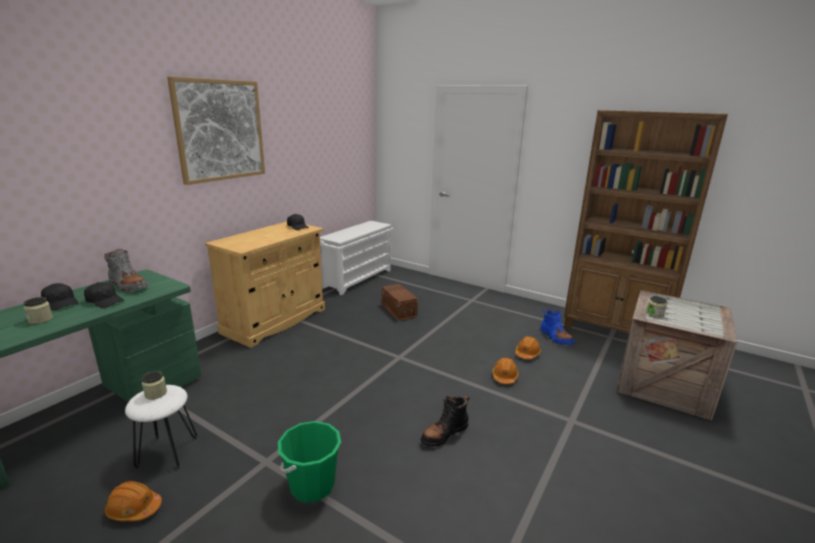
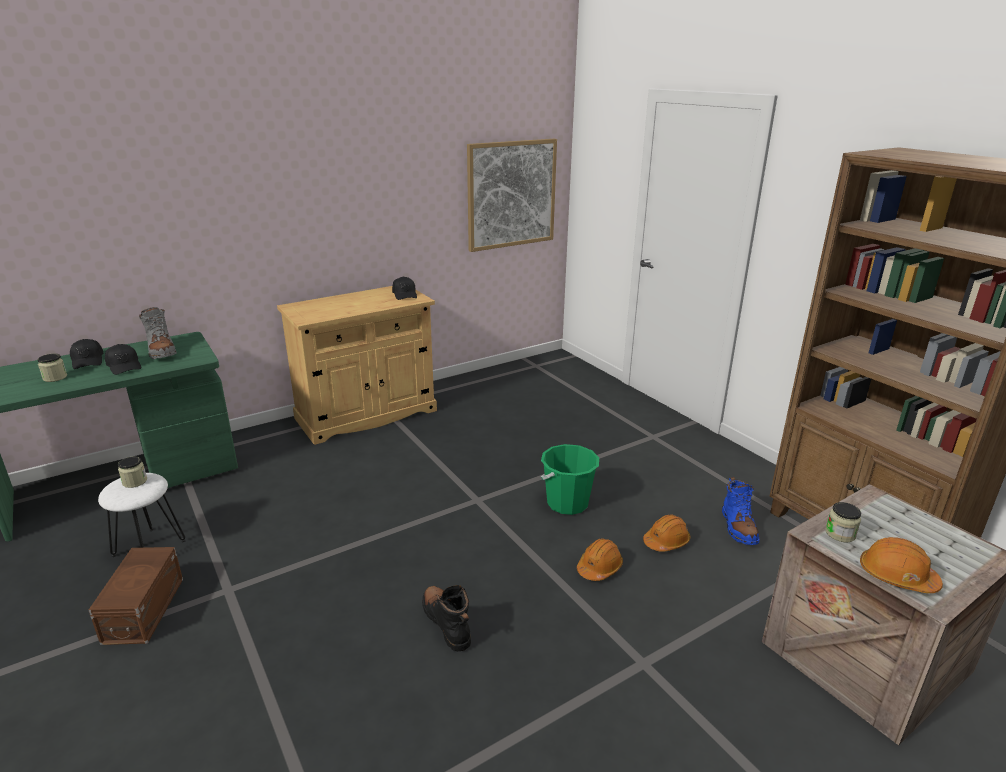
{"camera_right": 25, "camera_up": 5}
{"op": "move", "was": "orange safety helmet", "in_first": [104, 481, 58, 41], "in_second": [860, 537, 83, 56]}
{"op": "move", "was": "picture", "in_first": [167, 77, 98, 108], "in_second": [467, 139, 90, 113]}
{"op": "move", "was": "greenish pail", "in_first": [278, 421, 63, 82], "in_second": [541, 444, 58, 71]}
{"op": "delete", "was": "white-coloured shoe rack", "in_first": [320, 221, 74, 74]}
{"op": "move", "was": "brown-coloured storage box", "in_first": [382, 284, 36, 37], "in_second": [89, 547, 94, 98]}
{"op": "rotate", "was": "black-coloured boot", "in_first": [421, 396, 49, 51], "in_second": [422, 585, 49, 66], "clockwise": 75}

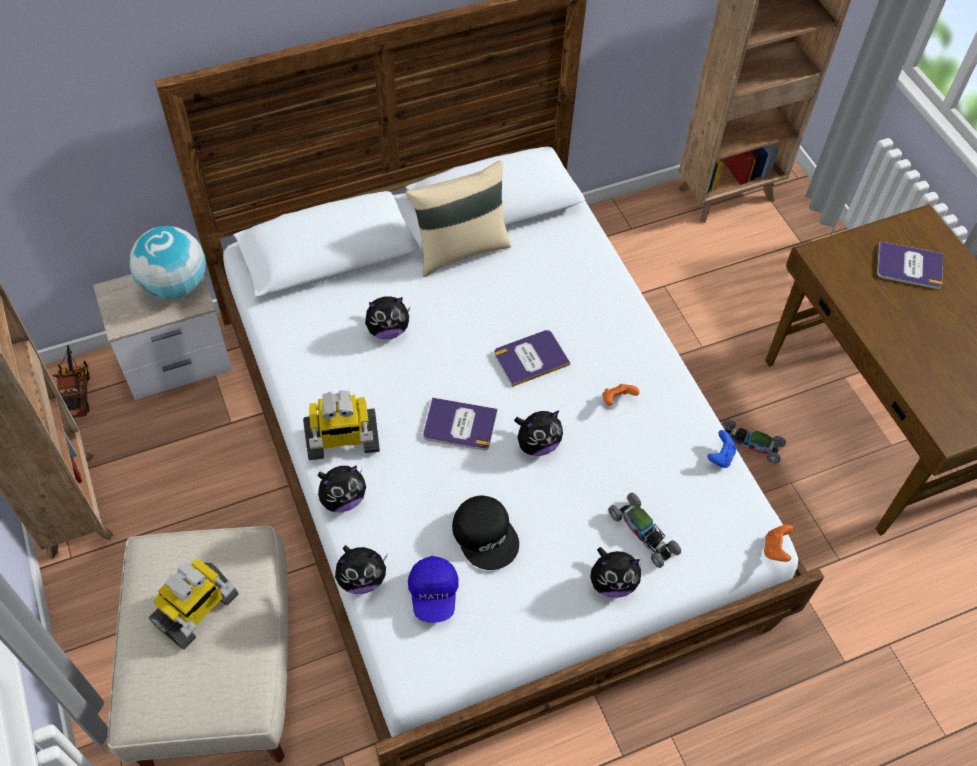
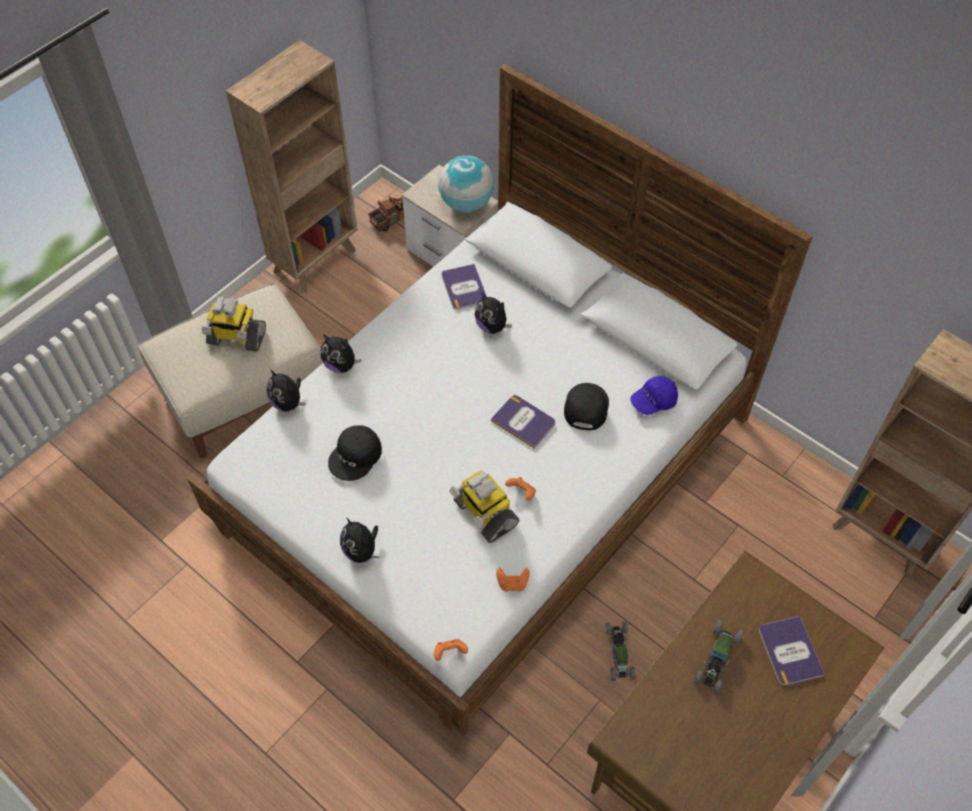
{"camera_right": 65, "camera_up": 0}
{"op": "move", "was": "robot figure", "in_first": [303, 391, 77, 69], "in_second": [449, 470, 70, 73]}
{"op": "delete", "was": "beige cushion", "in_first": [405, 161, 106, 116]}
{"op": "move", "was": "bluish cap", "in_first": [408, 556, 51, 67], "in_second": [630, 376, 48, 39]}
{"op": "move", "was": "bound book", "in_first": [423, 397, 74, 53], "in_second": [442, 264, 45, 46]}
{"op": "delete", "was": "plush toy", "in_first": [514, 411, 49, 45]}
{"op": "move", "was": "model car", "in_first": [608, 492, 73, 76], "in_second": [694, 620, 50, 73]}
{"op": "recolor", "was": "bluish joypad", "now": "orange joypad", "in_first": [707, 430, 30, 38], "in_second": [496, 568, 34, 24]}
{"op": "insert", "now": "black-coloured cap", "in_second": [564, 383, 45, 47]}

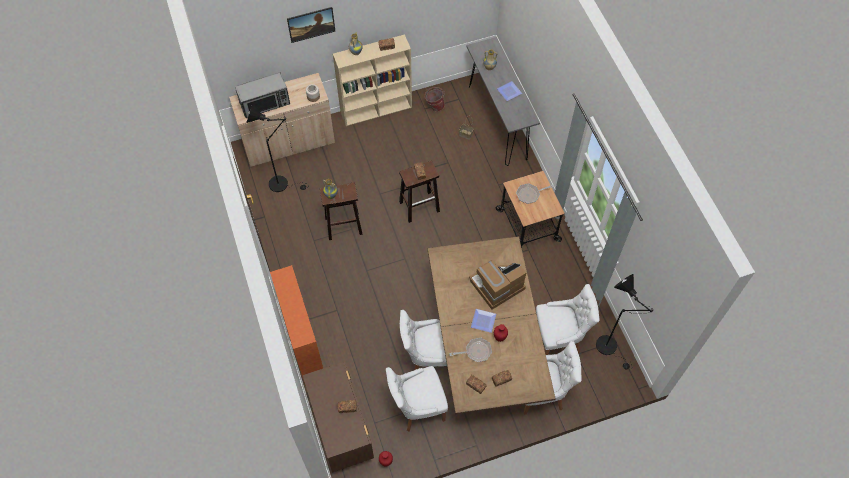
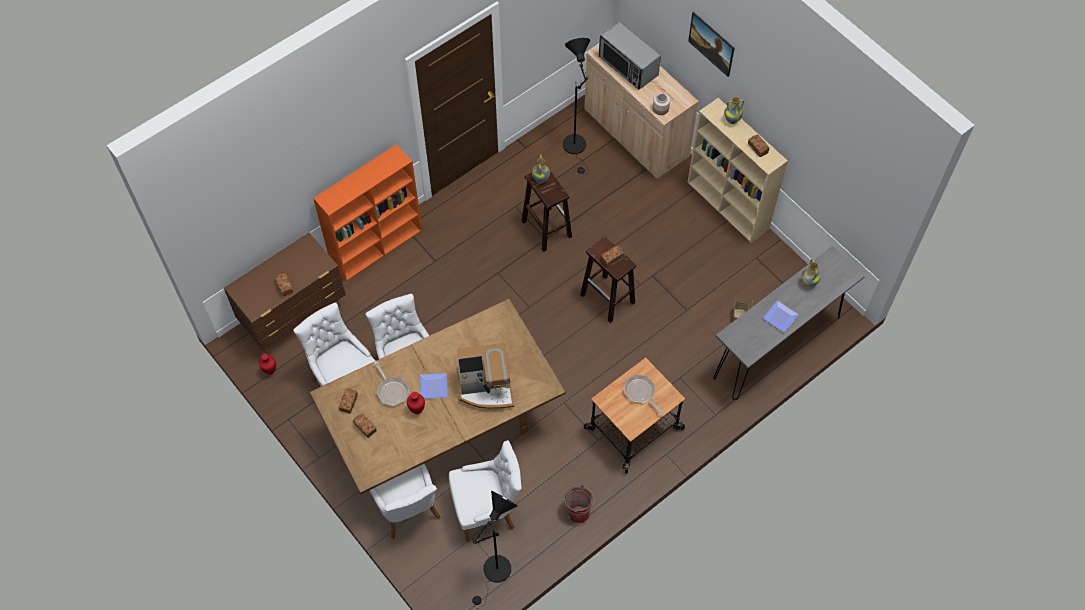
{"camera_right": 70, "camera_up": 0}
{"op": "move", "was": "pail", "in_first": [424, 87, 21, 25], "in_second": [564, 485, 31, 38]}
{"op": "rotate", "was": "coffee maker", "in_first": [469, 260, 57, 50], "in_second": [456, 343, 58, 66], "clockwise": 135}
{"op": "rotate", "was": "white-coloured plain chair", "in_first": [536, 284, 64, 71], "in_second": [449, 441, 73, 101], "clockwise": -75}

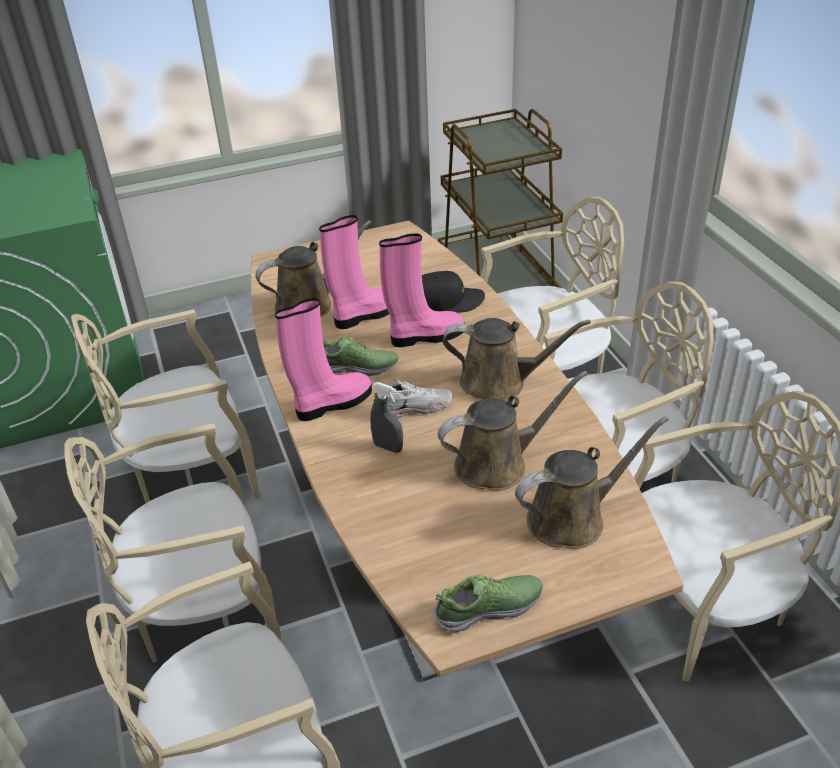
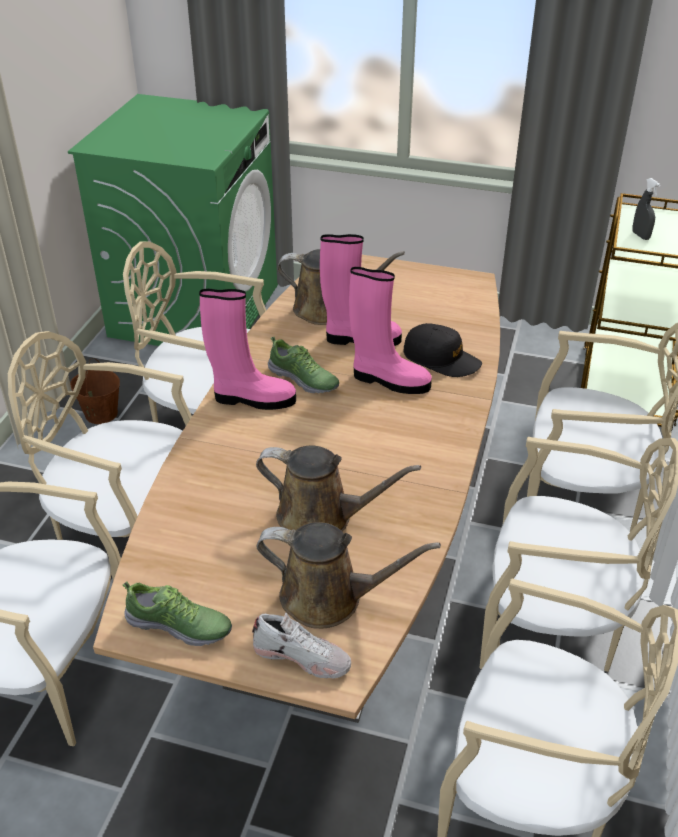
{"camera_right": 35, "camera_up": 0}
{"op": "move", "was": "greyish spray bottle", "in_first": [370, 382, 33, 71], "in_second": [632, 178, 28, 62]}
{"op": "move", "was": "white-coloured item of footwear", "in_first": [374, 378, 78, 41], "in_second": [252, 613, 99, 66]}
{"op": "delete", "was": "brown-coloured sprinkling can", "in_first": [443, 318, 148, 83]}
{"op": "insert", "now": "brown-coloured pail", "in_second": [70, 358, 50, 66]}

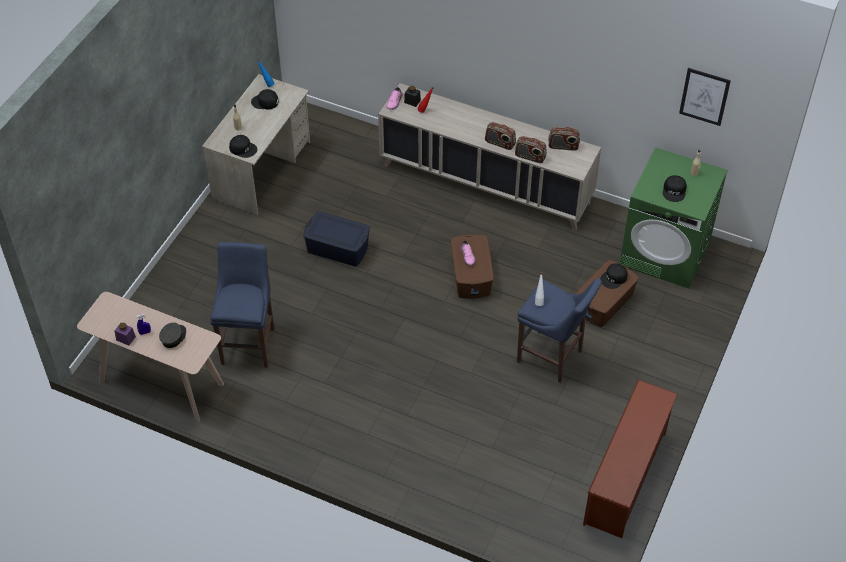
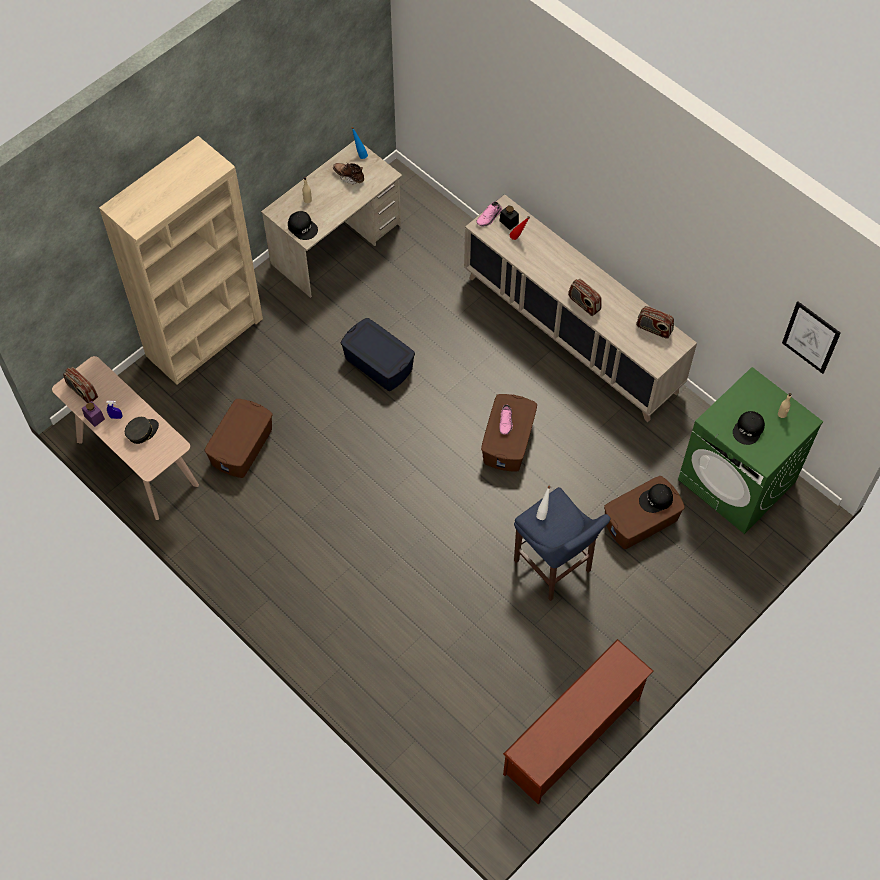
{"camera_right": 20, "camera_up": 10}
{"op": "replace", "was": "bluish stool", "now": "brown-coloured storage box", "in_first": [210, 242, 65, 126], "in_second": [205, 399, 67, 79]}
{"op": "replace", "was": "black-coloured cap", "now": "brown-coloured boot", "in_first": [251, 89, 28, 21], "in_second": [333, 163, 31, 22]}
{"op": "move", "was": "radio", "in_first": [515, 136, 32, 27], "in_second": [63, 367, 35, 36]}
{"op": "insert", "now": "beige shelving unit", "in_second": [99, 136, 164, 249]}

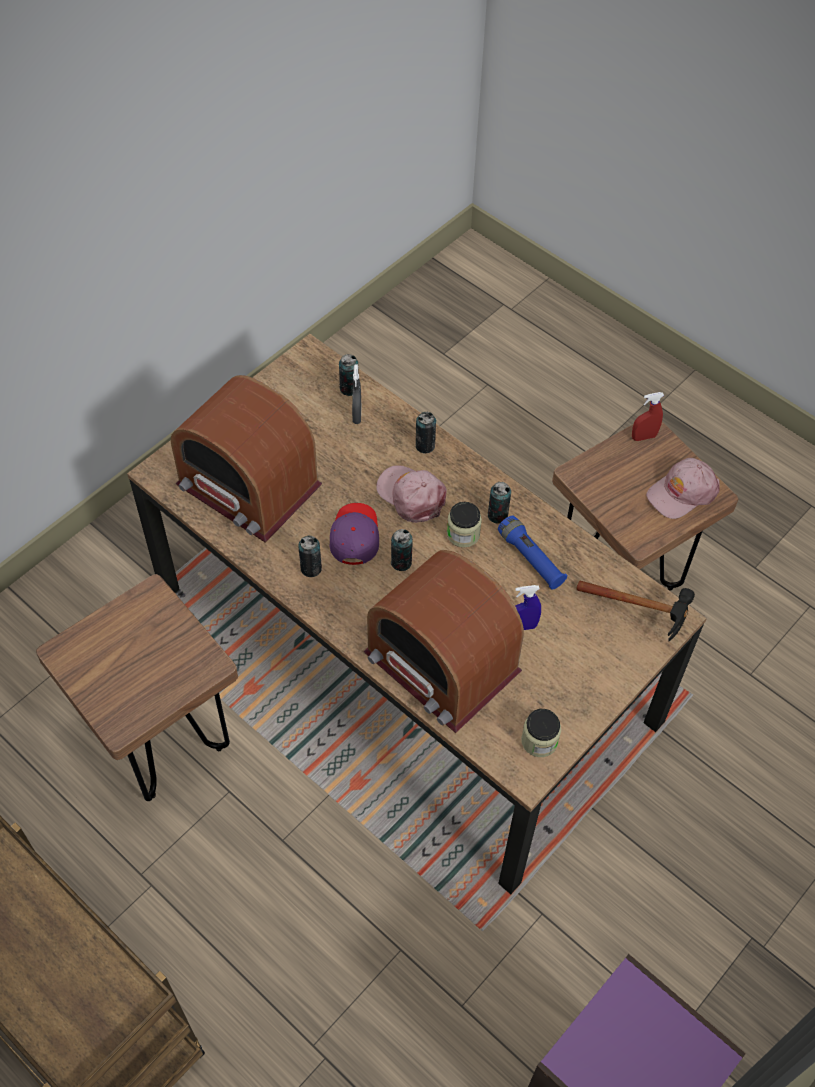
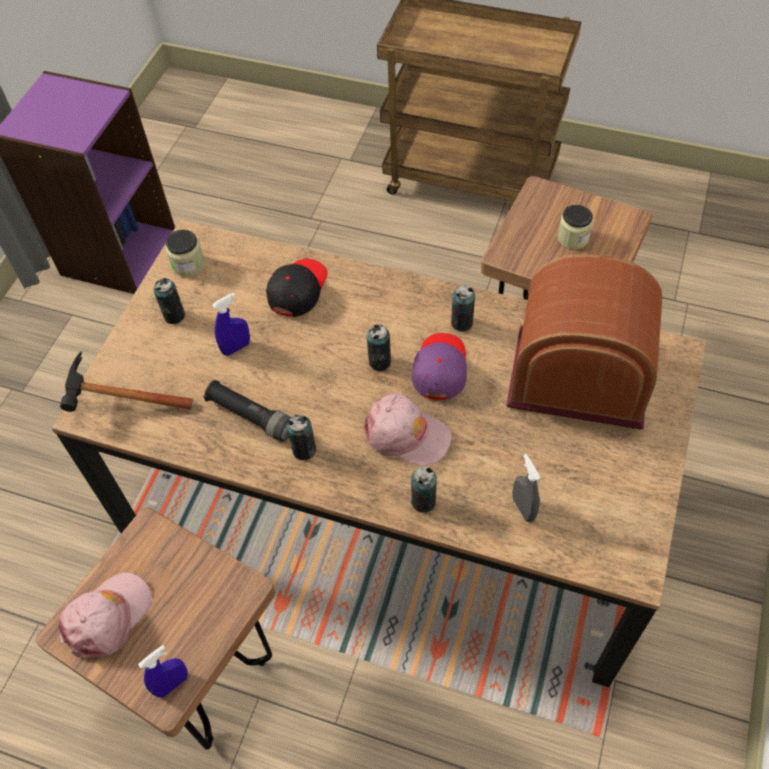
{"camera_right": 160, "camera_up": 0}
{"op": "rotate", "was": "purple cap", "in_first": [330, 503, 49, 62], "in_second": [412, 333, 55, 67], "clockwise": -150}
{"op": "move", "was": "metal can", "in_first": [339, 354, 19, 42], "in_second": [154, 278, 31, 46]}
{"op": "replace", "was": "radio", "now": "black-coloured cap", "in_first": [364, 550, 160, 183], "in_second": [266, 259, 62, 58]}
{"op": "move", "was": "preserve jar", "in_first": [447, 502, 35, 45], "in_second": [558, 205, 35, 44]}
{"op": "recolor", "was": "bluish flashlight", "now": "black-coloured flashlight", "in_first": [498, 516, 69, 74], "in_second": [203, 380, 88, 62]}
{"op": "recolor", "was": "reddish spray bottle", "now": "bluish spray bottle", "in_first": [632, 392, 32, 49], "in_second": [138, 645, 50, 53]}

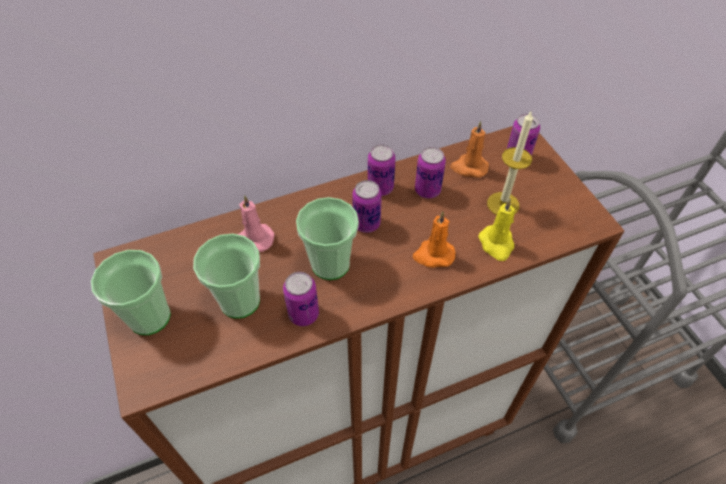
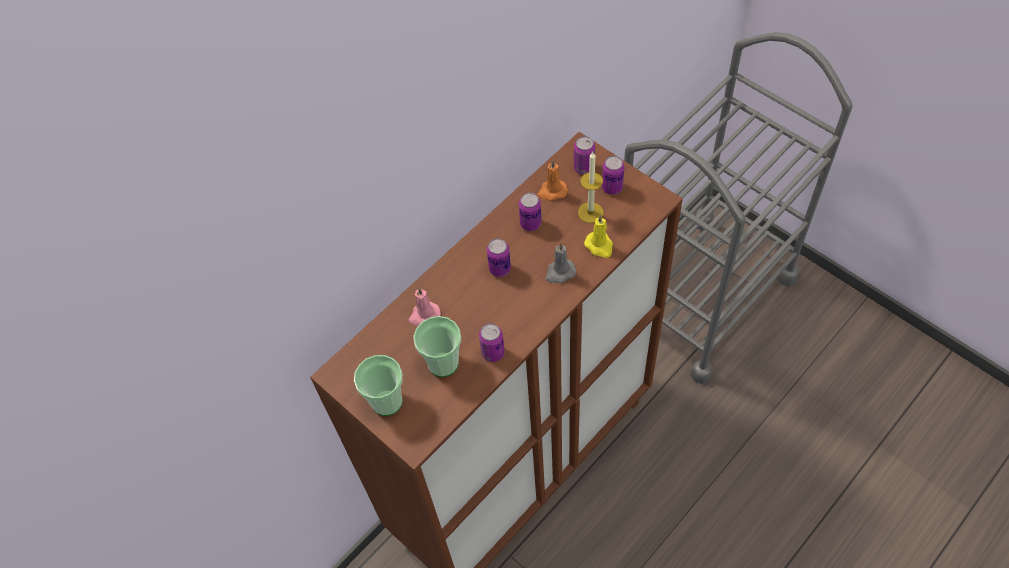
{"camera_right": -20, "camera_up": 5}
{"op": "delete", "was": "small cup", "in_first": [296, 197, 63, 83]}
{"op": "move", "was": "metal can", "in_first": [368, 144, 28, 52], "in_second": [602, 156, 23, 39]}
{"op": "recolor", "was": "orange wax candle", "now": "greyish wax candle", "in_first": [413, 211, 43, 57], "in_second": [545, 243, 31, 40]}

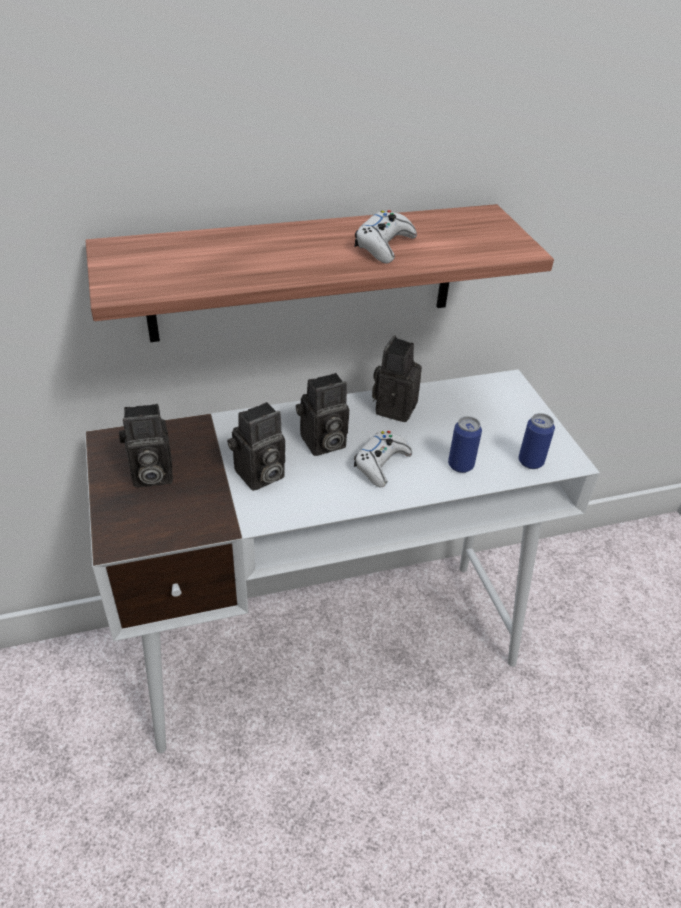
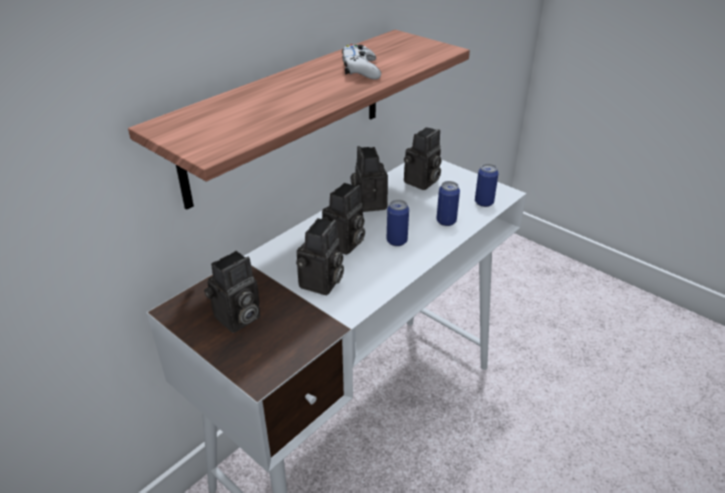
{"camera_right": -30, "camera_up": -5}
{"op": "replace", "was": "white-coloured joypad", "now": "metal can", "in_first": [354, 431, 58, 56], "in_second": [387, 199, 22, 47]}
{"op": "insert", "now": "photo camera", "in_second": [404, 127, 37, 63]}

